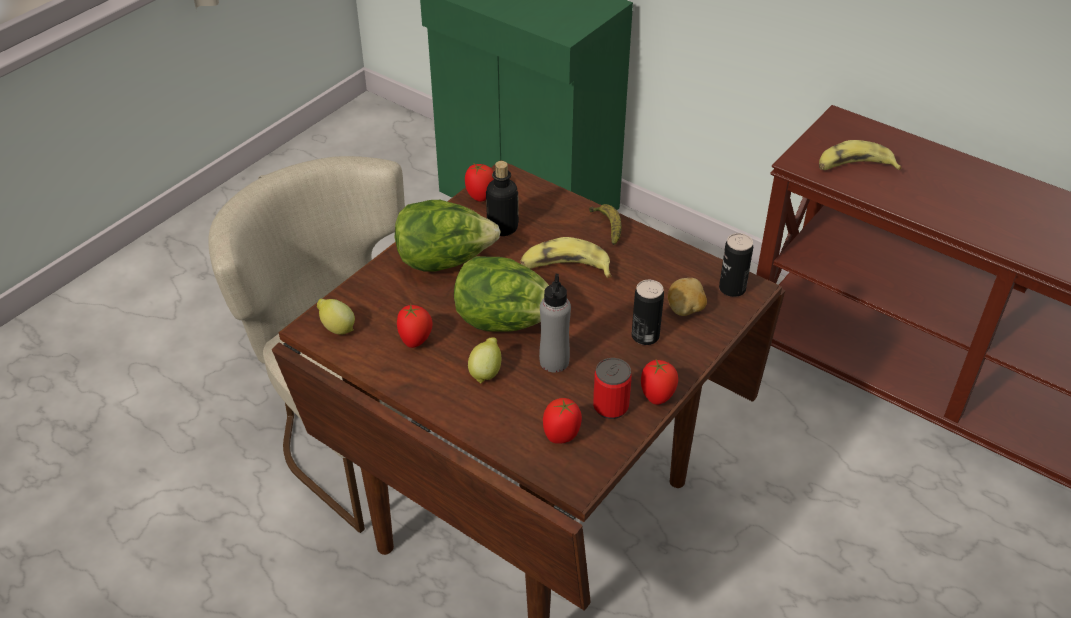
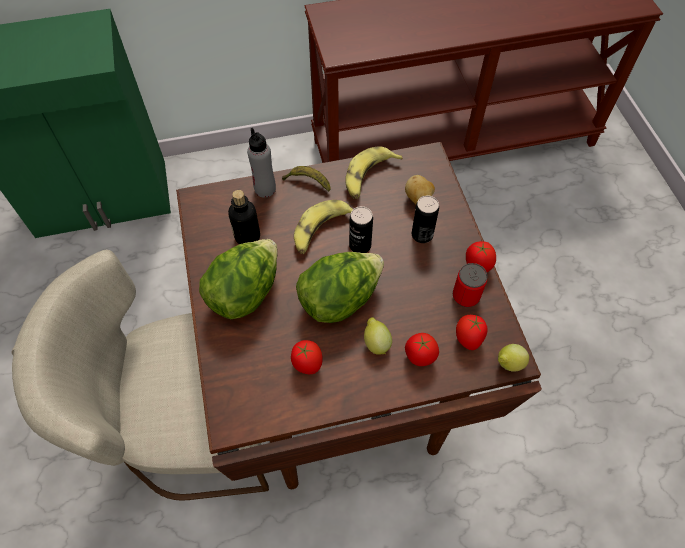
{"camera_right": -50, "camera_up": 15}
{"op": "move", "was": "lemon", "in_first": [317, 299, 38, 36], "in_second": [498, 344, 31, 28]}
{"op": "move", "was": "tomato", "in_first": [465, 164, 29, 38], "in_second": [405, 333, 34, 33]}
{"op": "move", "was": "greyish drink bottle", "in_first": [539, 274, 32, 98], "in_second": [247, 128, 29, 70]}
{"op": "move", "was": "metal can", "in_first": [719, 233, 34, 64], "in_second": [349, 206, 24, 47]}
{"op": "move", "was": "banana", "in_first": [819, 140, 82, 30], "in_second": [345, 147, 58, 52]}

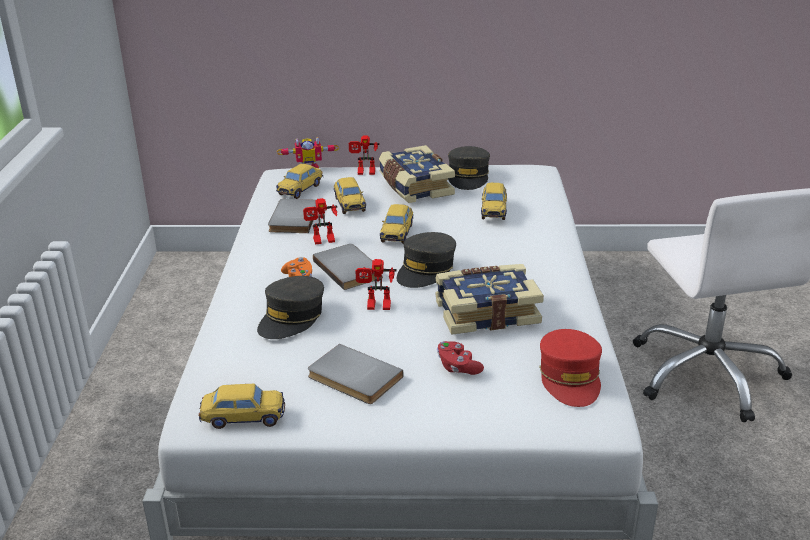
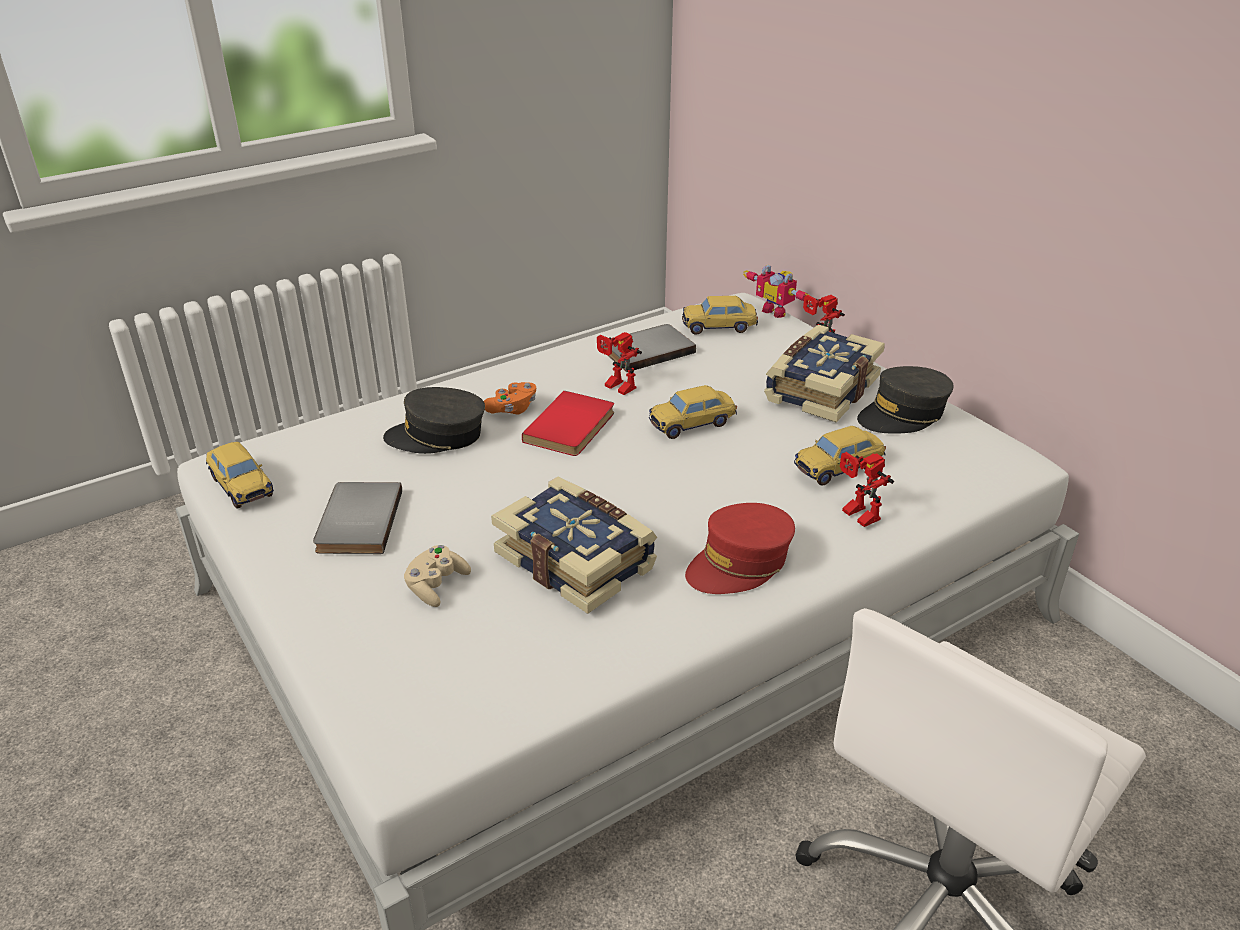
{"camera_right": 55, "camera_up": 5}
{"op": "recolor", "was": "greyish bound book", "now": "reddish bound book", "in_first": [313, 244, 70, 46], "in_second": [522, 391, 92, 65]}
{"op": "delete", "was": "model car", "in_first": [334, 177, 32, 37]}
{"op": "move", "was": "robot figure", "in_first": [355, 259, 42, 51], "in_second": [840, 452, 54, 75]}
{"op": "delete", "was": "greyish cap", "in_first": [397, 232, 59, 56]}
{"op": "recolor", "was": "reddish joypad", "now": "beige joypad", "in_first": [437, 341, 47, 34], "in_second": [404, 545, 67, 62]}
{"op": "move", "was": "reddish cap", "in_first": [539, 329, 63, 78], "in_second": [685, 503, 110, 91]}

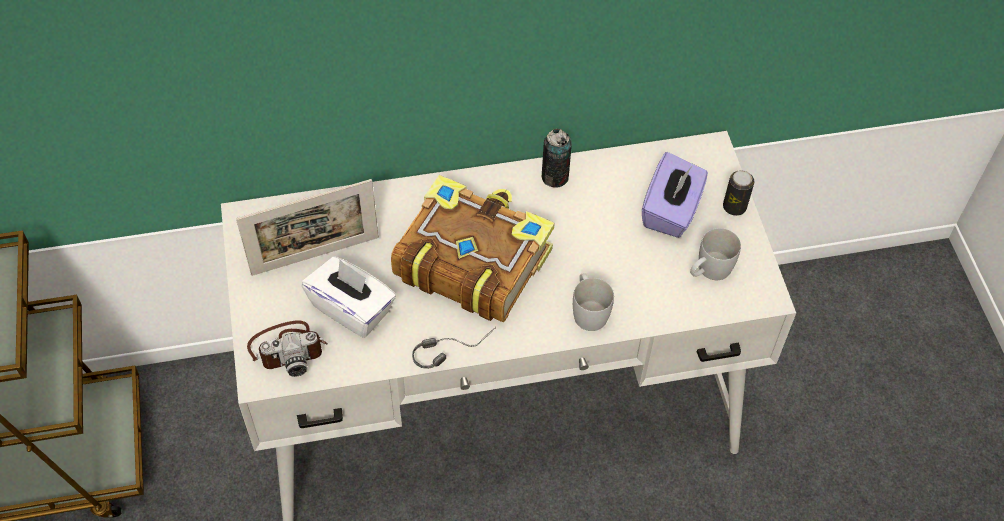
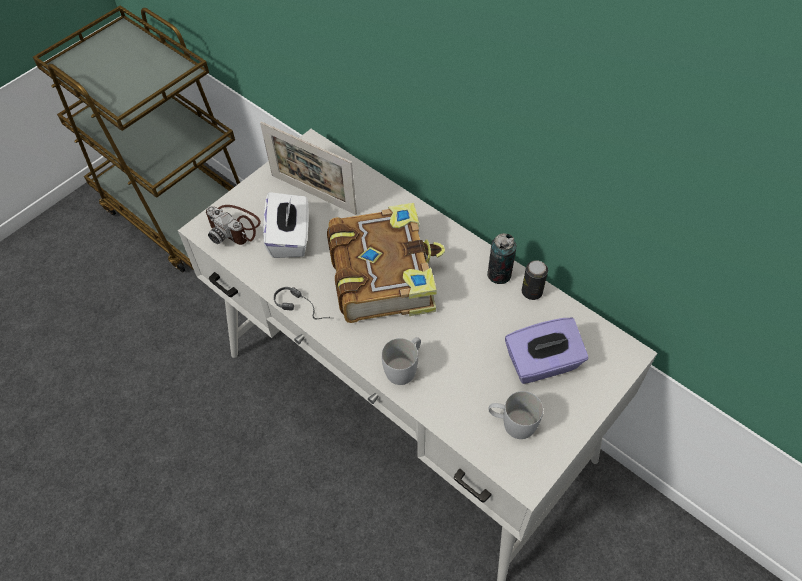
{"camera_right": 55, "camera_up": 0}
{"op": "move", "was": "metal can", "in_first": [723, 170, 32, 46], "in_second": [522, 260, 26, 40]}

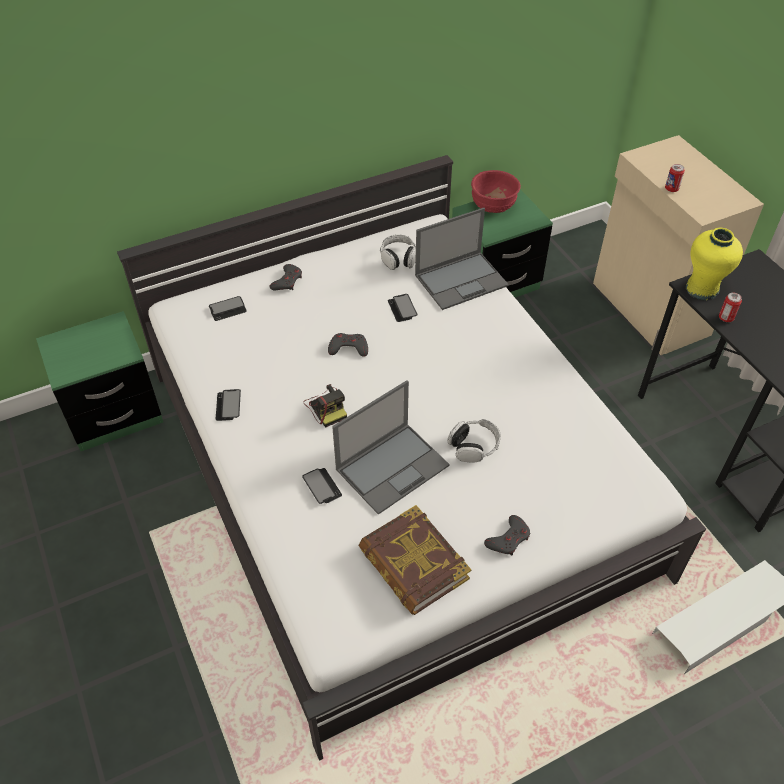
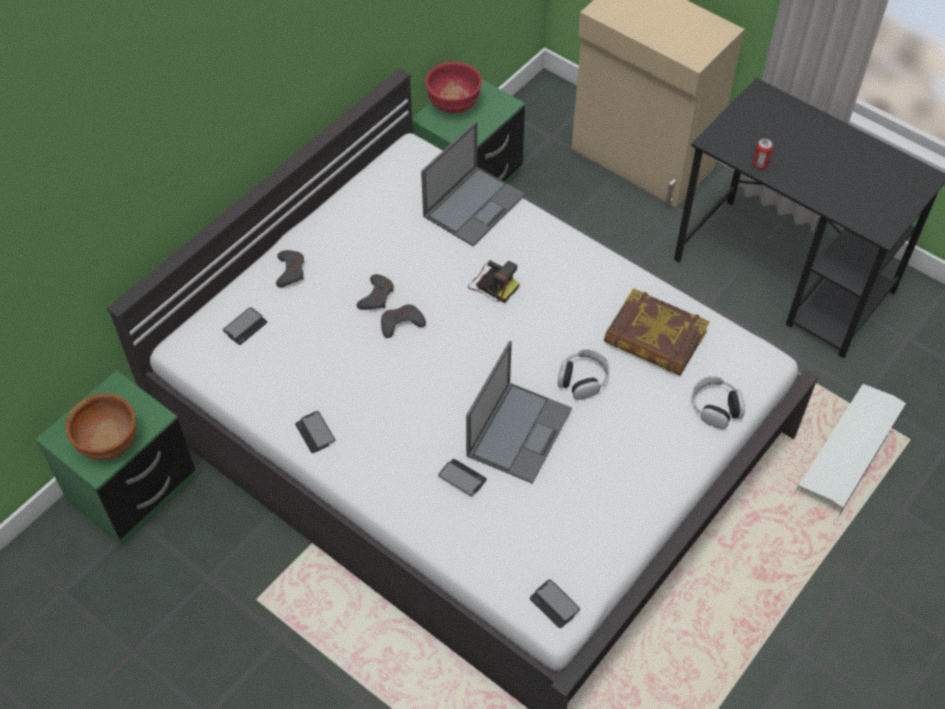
{"camera_right": -25, "camera_up": 5}
{"op": "move", "was": "photo camera", "in_first": [303, 384, 44, 44], "in_second": [468, 260, 52, 43]}
{"op": "move", "was": "bound book", "in_first": [359, 505, 112, 110], "in_second": [604, 288, 106, 88]}
{"op": "move", "was": "headset", "in_first": [380, 234, 36, 36], "in_second": [691, 377, 54, 52]}
{"op": "move", "was": "phone", "in_first": [388, 294, 30, 28], "in_second": [530, 579, 50, 49]}
{"op": "move", "was": "greyish joypad", "in_first": [484, 515, 46, 41], "in_second": [357, 274, 36, 36]}
{"op": "delete", "was": "metal can", "in_first": [665, 164, 20, 28]}
{"op": "delete", "was": "yellow vase", "in_first": [686, 227, 57, 74]}
{"op": "insert", "now": "brown-coloured serving bowl", "in_second": [65, 393, 71, 67]}

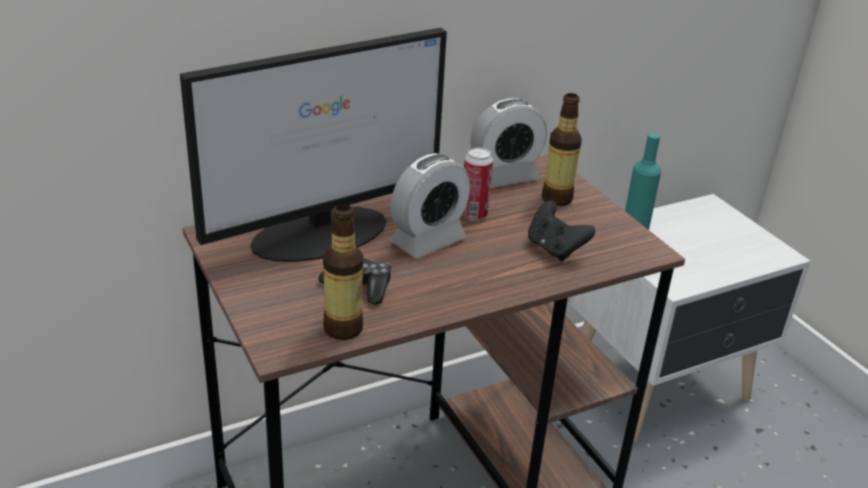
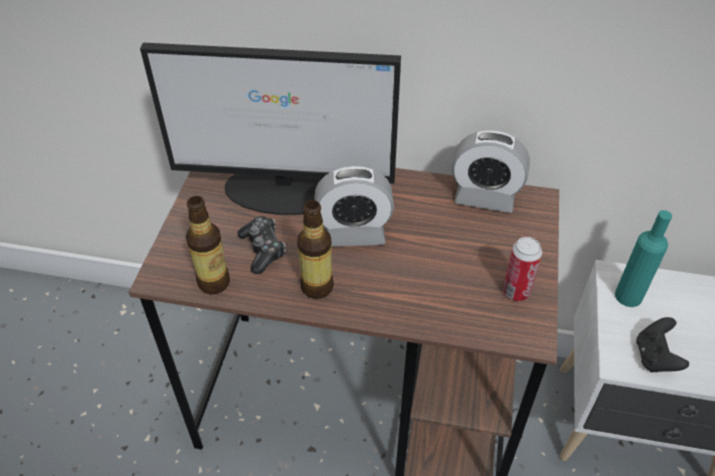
{"camera_right": 40, "camera_up": 15}
{"op": "move", "was": "metal can", "in_first": [462, 148, 31, 72], "in_second": [503, 237, 39, 64]}
{"op": "move", "was": "black-coloured joypad", "in_first": [528, 200, 67, 61], "in_second": [636, 317, 53, 55]}
{"op": "move", "was": "drink bottle", "in_first": [542, 93, 40, 113], "in_second": [297, 200, 37, 99]}

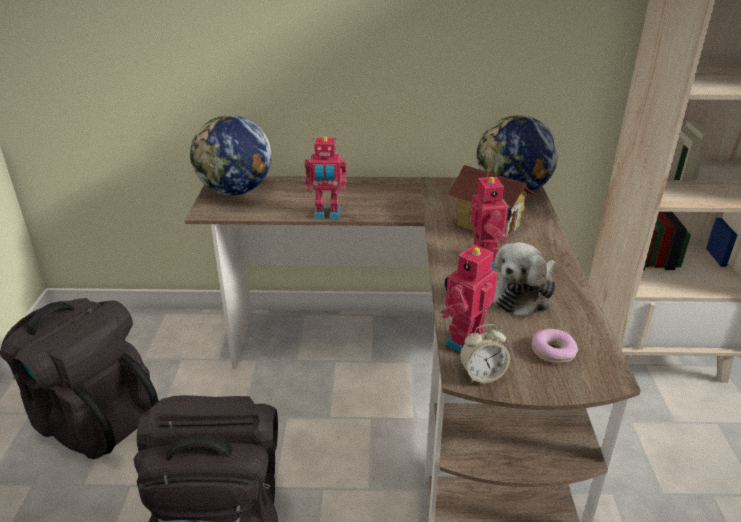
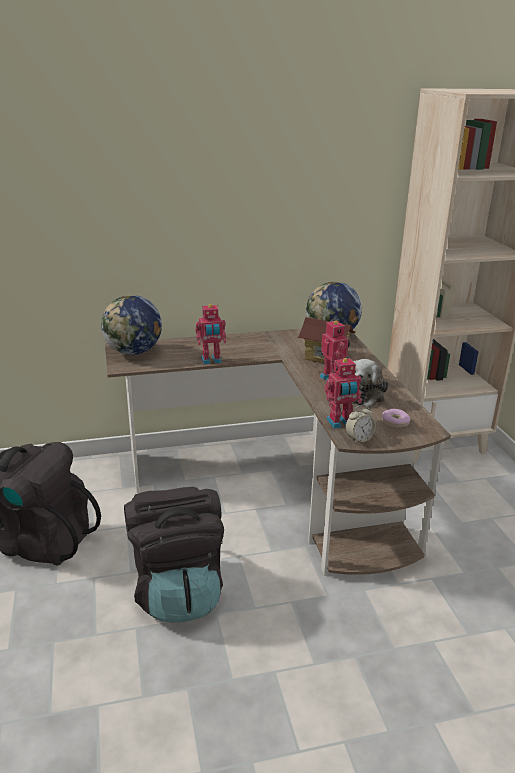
{"camera_right": -15, "camera_up": -5}
{"op": "rotate", "was": "robot figure", "in_first": [440, 244, 57, 108], "in_second": [324, 358, 38, 71], "clockwise": -135}

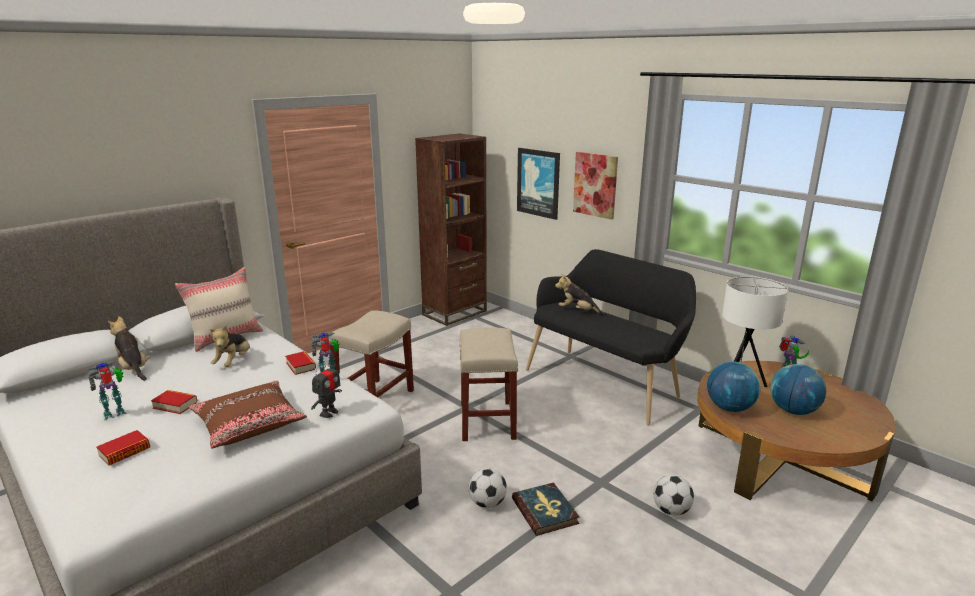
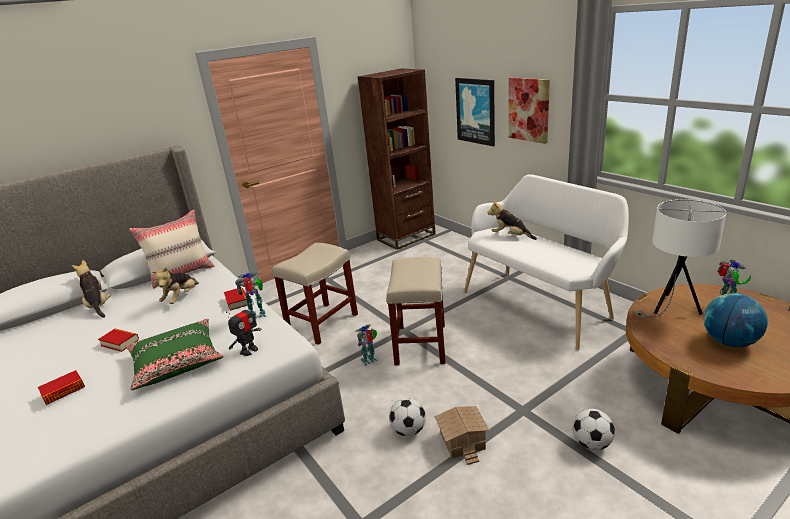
{"camera_right": 10, "camera_up": 5}
{"op": "move", "was": "robot figure", "in_first": [87, 361, 40, 59], "in_second": [356, 325, 22, 41]}
{"op": "recolor", "was": "brown-coloured cushion", "now": "greenish cushion", "in_first": [189, 381, 118, 67], "in_second": [125, 319, 99, 71]}
{"op": "replace", "was": "bound book", "now": "miniature house", "in_first": [512, 483, 68, 53], "in_second": [435, 406, 54, 59]}
{"op": "recolor", "was": "black-coloured indoor bench", "now": "white-coloured indoor bench", "in_first": [526, 249, 170, 177], "in_second": [464, 174, 165, 176]}
{"op": "delete", "was": "desk globe", "in_first": [707, 362, 54, 50]}

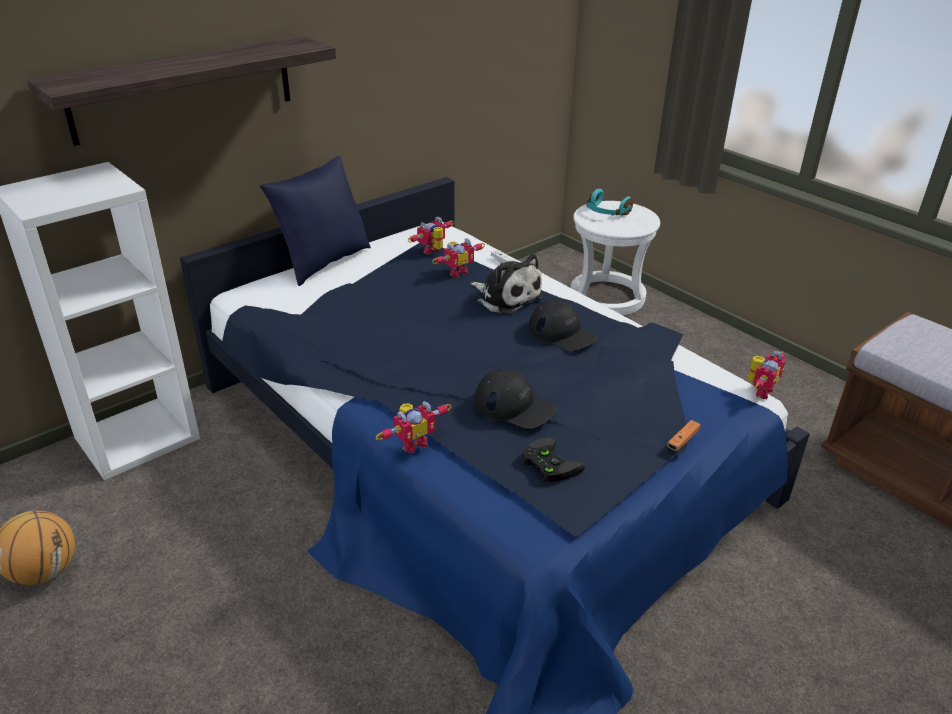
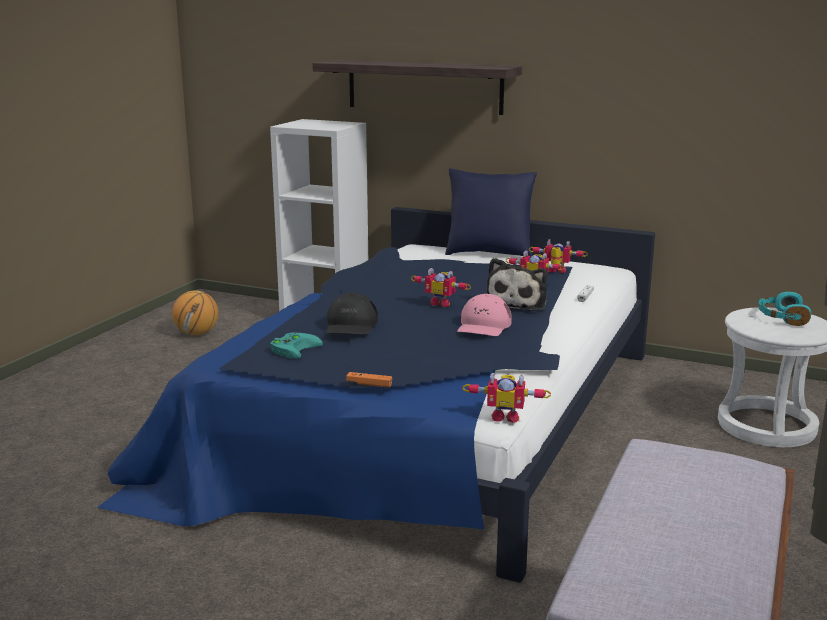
{"camera_right": 65, "camera_up": -15}
{"op": "move", "was": "robot figure", "in_first": [376, 401, 76, 52], "in_second": [411, 268, 60, 39]}
{"op": "recolor", "was": "black-coloured joypad", "now": "turquoise joypad", "in_first": [522, 437, 63, 45], "in_second": [270, 332, 53, 27]}
{"op": "recolor", "was": "black-coloured cap", "now": "pink cap", "in_first": [529, 300, 69, 51], "in_second": [457, 294, 55, 42]}

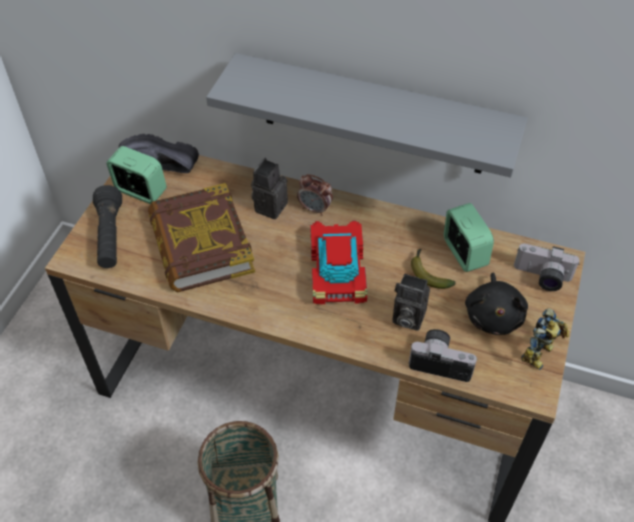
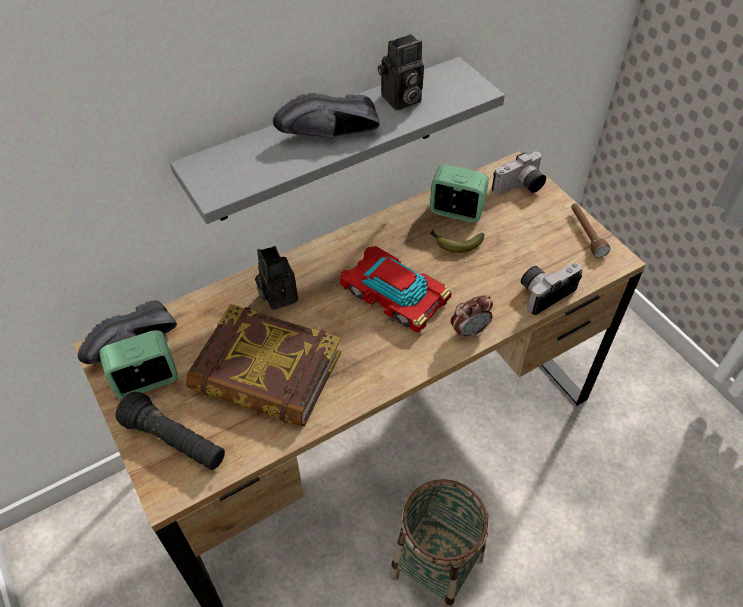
{"camera_right": -50, "camera_up": 0}
{"op": "move", "was": "table clock", "in_first": [297, 174, 36, 42], "in_second": [451, 295, 42, 45]}
{"op": "move", "was": "photo camera", "in_first": [392, 274, 38, 57], "in_second": [378, 34, 46, 76]}
{"op": "delete", "was": "black-coloured plush toy", "in_first": [465, 273, 63, 62]}
{"op": "replace", "was": "robot figure", "now": "brown-coloured flashlight", "in_first": [521, 308, 48, 62], "in_second": [571, 203, 39, 55]}
{"op": "insert", "now": "black-coloured item of footwear", "in_second": [273, 93, 107, 46]}

